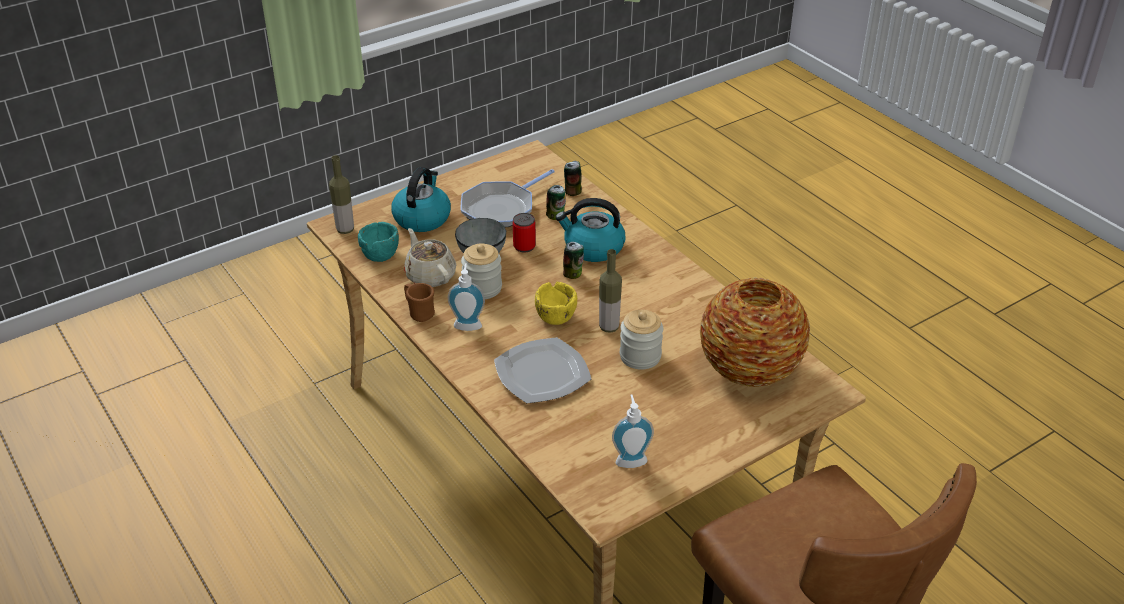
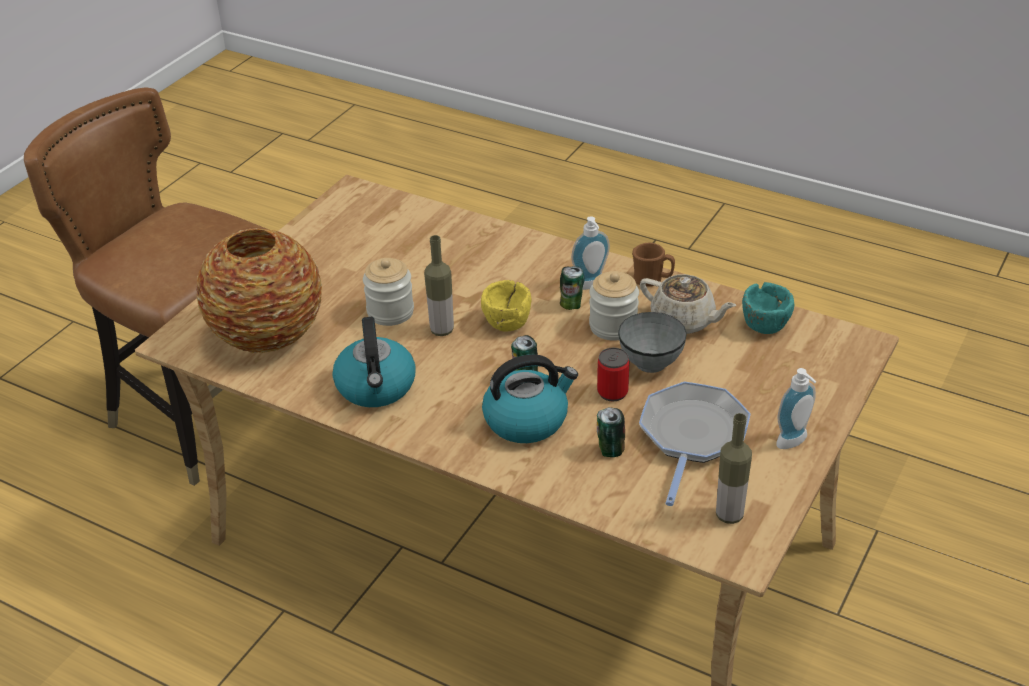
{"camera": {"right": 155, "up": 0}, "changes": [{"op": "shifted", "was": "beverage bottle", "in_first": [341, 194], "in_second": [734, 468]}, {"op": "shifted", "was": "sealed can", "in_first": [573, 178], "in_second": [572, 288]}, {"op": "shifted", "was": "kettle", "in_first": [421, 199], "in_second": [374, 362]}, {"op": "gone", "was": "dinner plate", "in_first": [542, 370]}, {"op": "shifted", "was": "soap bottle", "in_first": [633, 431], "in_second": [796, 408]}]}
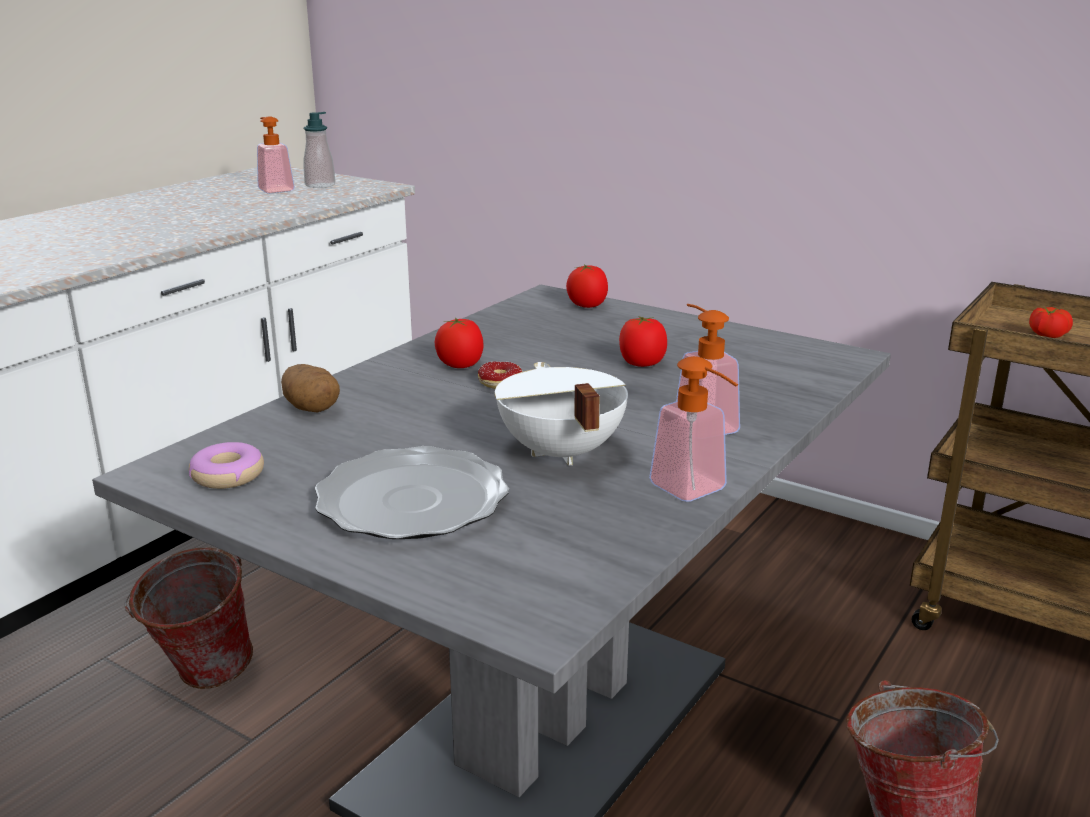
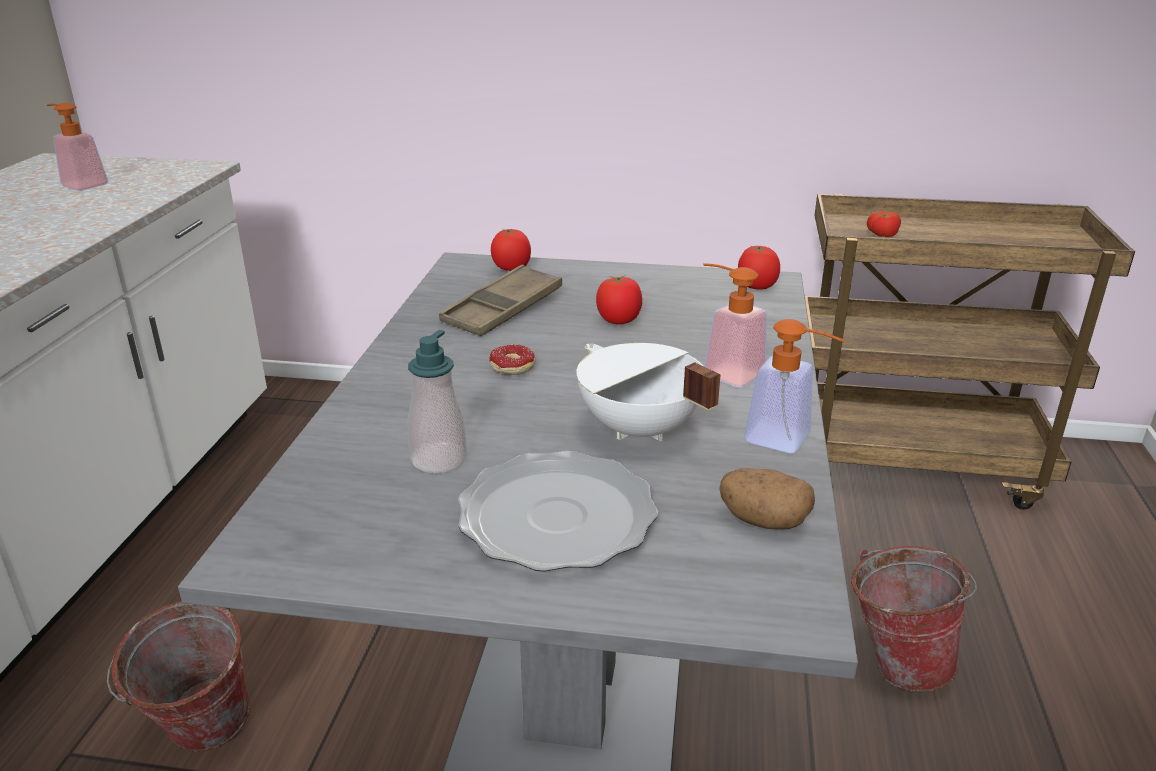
{"camera": {"right": -25, "up": 5}, "changes": [{"op": "shifted", "was": "soap bottle", "in_first": [319, 150], "in_second": [437, 402]}, {"op": "shifted", "was": "fresh tomato", "in_first": [458, 342], "in_second": [759, 267]}, {"op": "shifted", "was": "whole potato", "in_first": [310, 388], "in_second": [767, 499]}, {"op": "gone", "was": "ring doughnut", "in_first": [226, 465]}, {"op": "new", "now": "brownish serving tray", "in_second": [500, 300]}]}
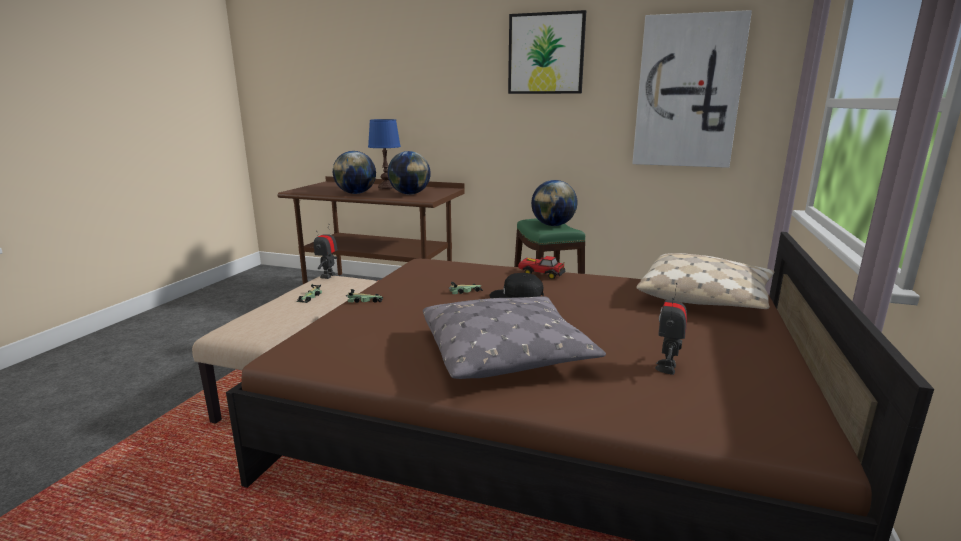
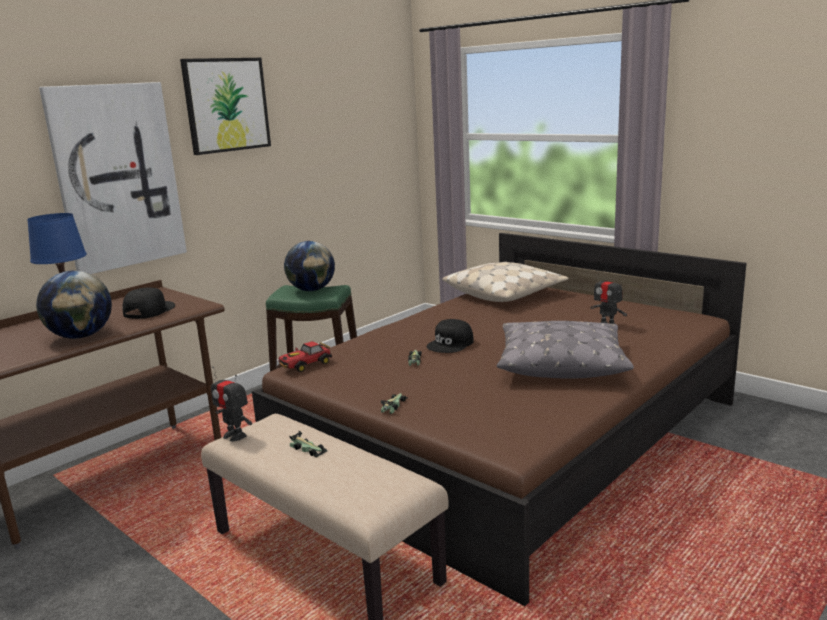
{"camera": {"right": -65, "up": 0}, "changes": [{"op": "shifted", "was": "wall art", "in_first": [692, 89], "in_second": [113, 178]}, {"op": "swapped", "was": "globe", "now": "blackish baseball cap", "in_first": [409, 173], "in_second": [148, 303]}, {"op": "shifted", "was": "miniature car", "in_first": [541, 267], "in_second": [305, 356]}]}
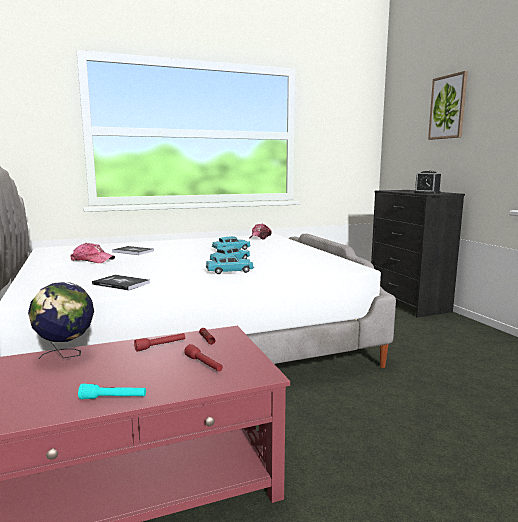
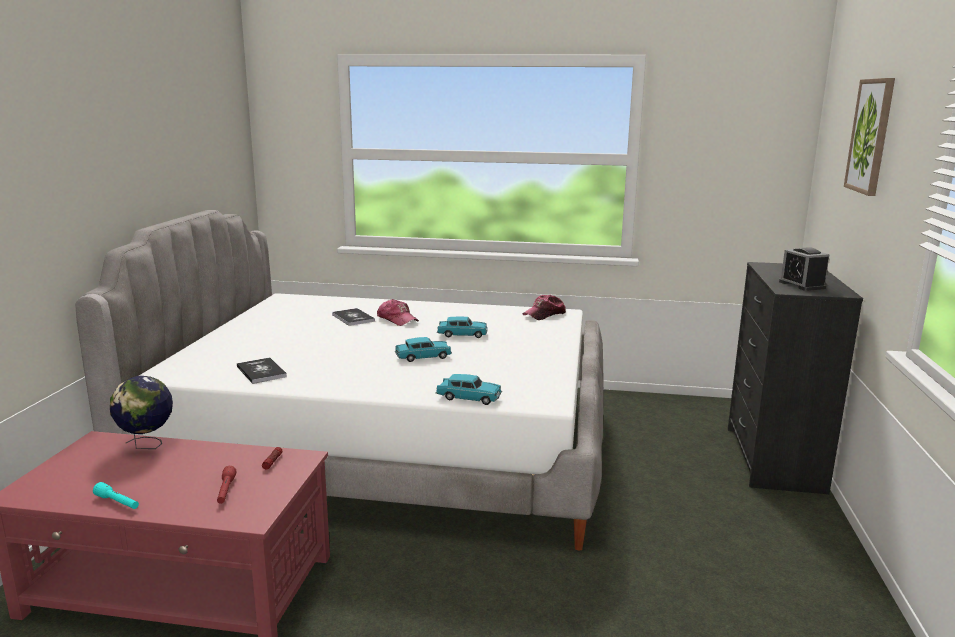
{"camera": {"right": 30, "up": 5}, "changes": [{"op": "shifted", "was": "baseball cap", "in_first": [93, 253], "in_second": [398, 312]}, {"op": "shifted", "was": "blue-green miniature car", "in_first": [230, 264], "in_second": [469, 389]}, {"op": "gone", "was": "reddish flashlight", "in_first": [159, 342]}]}
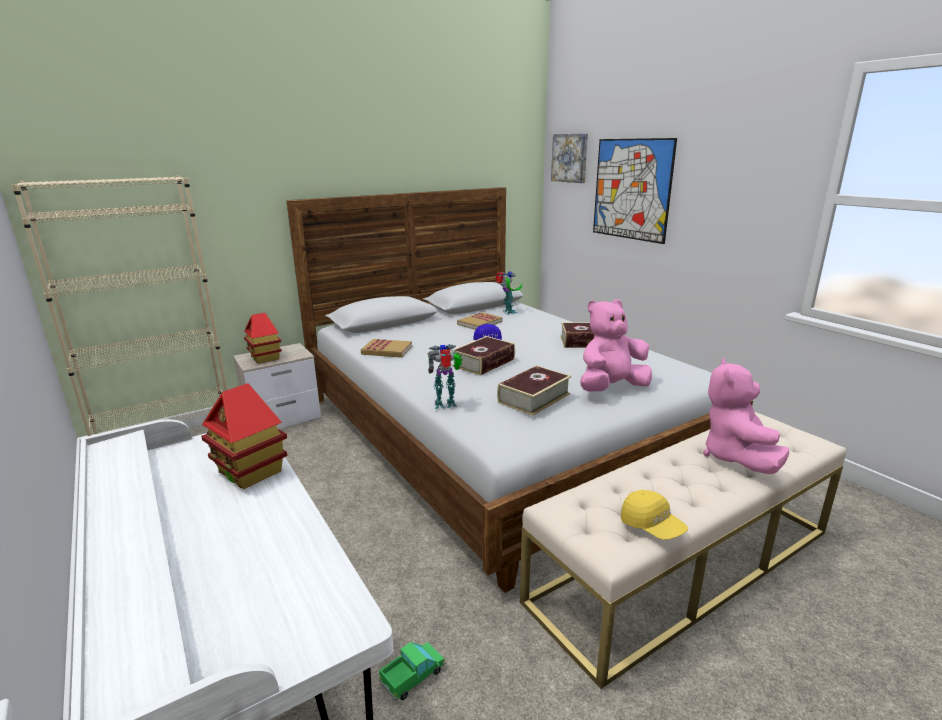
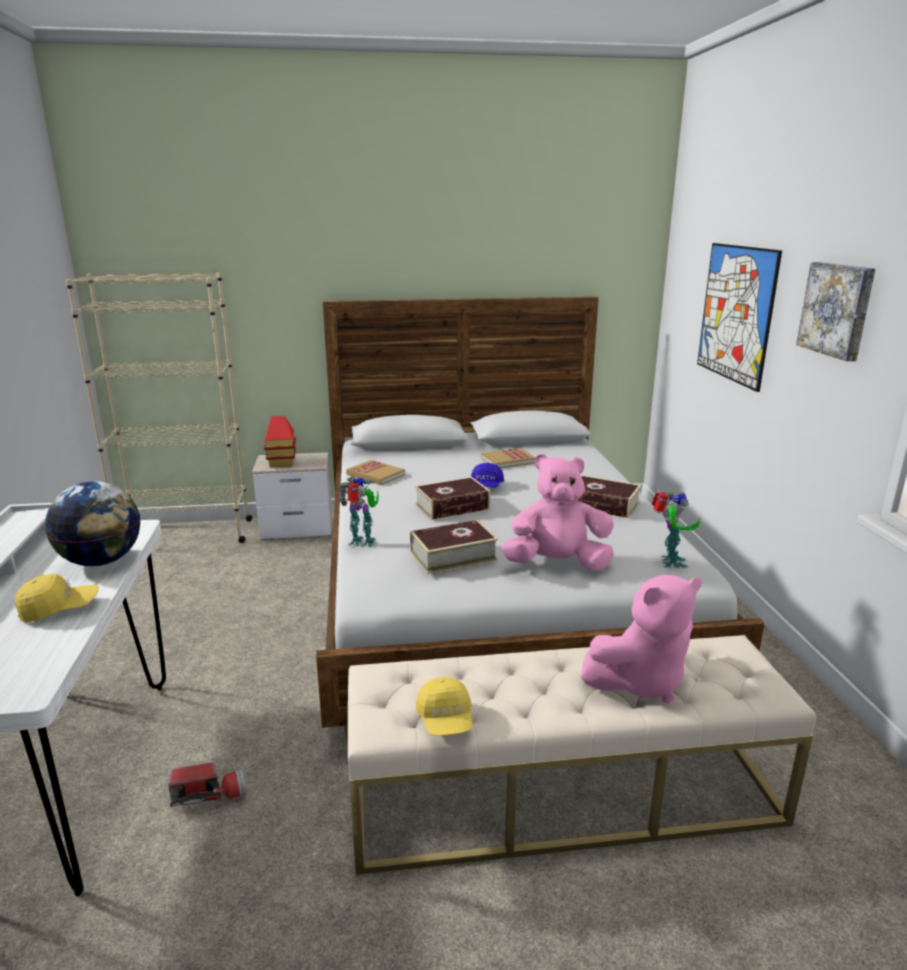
{"camera": {"right": 25, "up": 0}, "changes": [{"op": "shifted", "was": "wall art", "in_first": [569, 158], "in_second": [835, 311]}, {"op": "shifted", "was": "robot figure", "in_first": [508, 293], "in_second": [676, 529]}, {"op": "rotated", "was": "pinkish plush toy", "in_first": [746, 416], "in_second": [641, 639], "clockwise": -150}, {"op": "swapped", "was": "model house", "now": "globe", "in_first": [244, 436], "in_second": [92, 523]}, {"op": "swapped", "was": "toy truck", "now": "flashlight", "in_first": [412, 671], "in_second": [207, 784]}, {"op": "new", "now": "yellowish baseball cap", "in_second": [57, 598]}]}
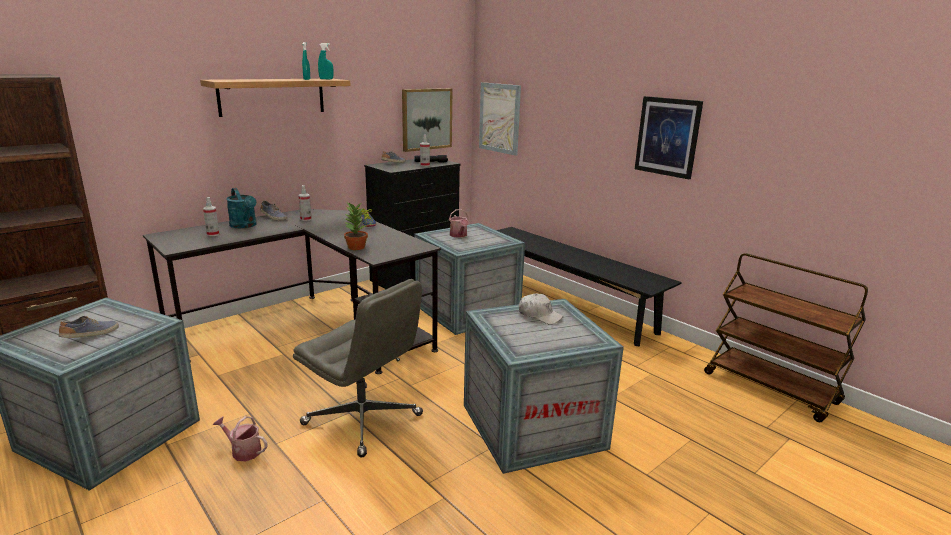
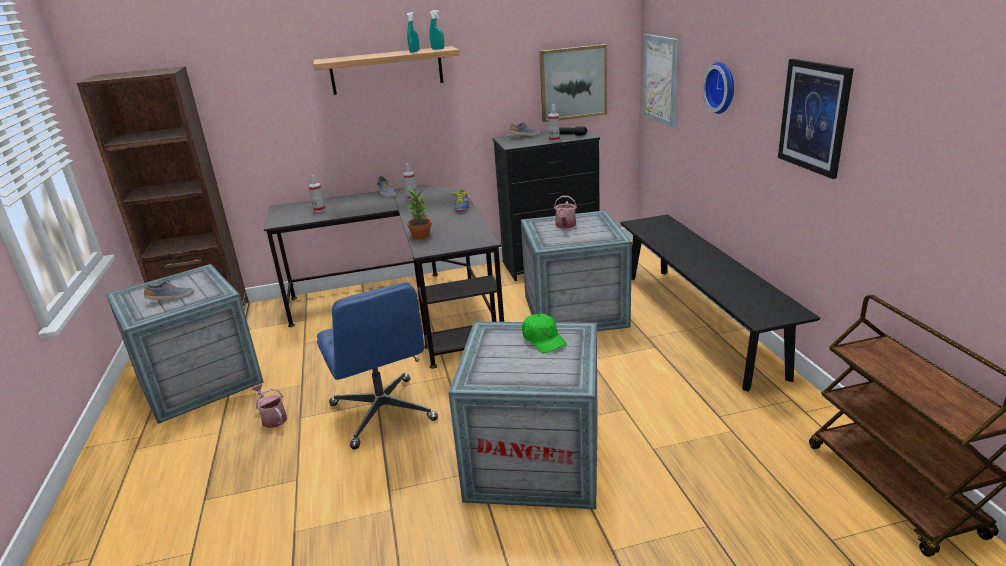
{"camera": {"right": 30, "up": 5}, "changes": [{"op": "gone", "was": "blue-green watering can", "in_first": [241, 208]}, {"op": "repainted", "was": "grey office chair", "now": "bluish office chair", "in_first": [358, 368], "in_second": [377, 365]}, {"op": "repainted", "was": "white-coloured baseball cap", "now": "green baseball cap", "in_first": [541, 309], "in_second": [544, 333]}, {"op": "new", "now": "clock on the wall", "in_second": [718, 88]}]}
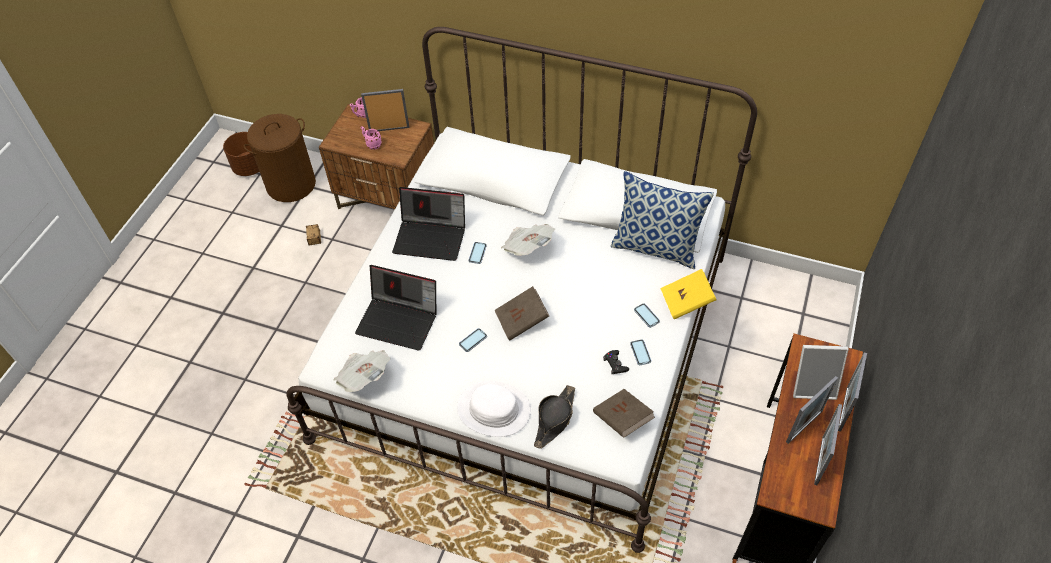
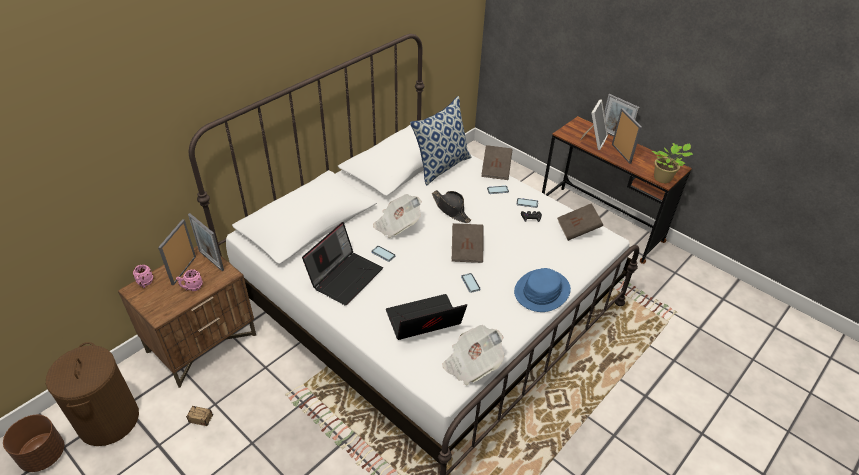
{"camera": {"right": -70, "up": -10}, "changes": [{"op": "rotated", "was": "portable computer", "in_first": [395, 308], "in_second": [426, 317], "clockwise": -150}, {"op": "repainted", "was": "yellowish volume", "now": "brownish volume", "in_first": [688, 294], "in_second": [496, 162]}, {"op": "repainted", "was": "white-coloured clothing hat", "now": "bluish clothing hat", "in_first": [494, 409], "in_second": [542, 290]}, {"op": "shifted", "was": "blackish clothing hat", "in_first": [554, 417], "in_second": [451, 206]}, {"op": "shifted", "was": "picture frame", "in_first": [828, 444], "in_second": [206, 242]}, {"op": "new", "now": "houseplant", "in_second": [672, 163]}]}
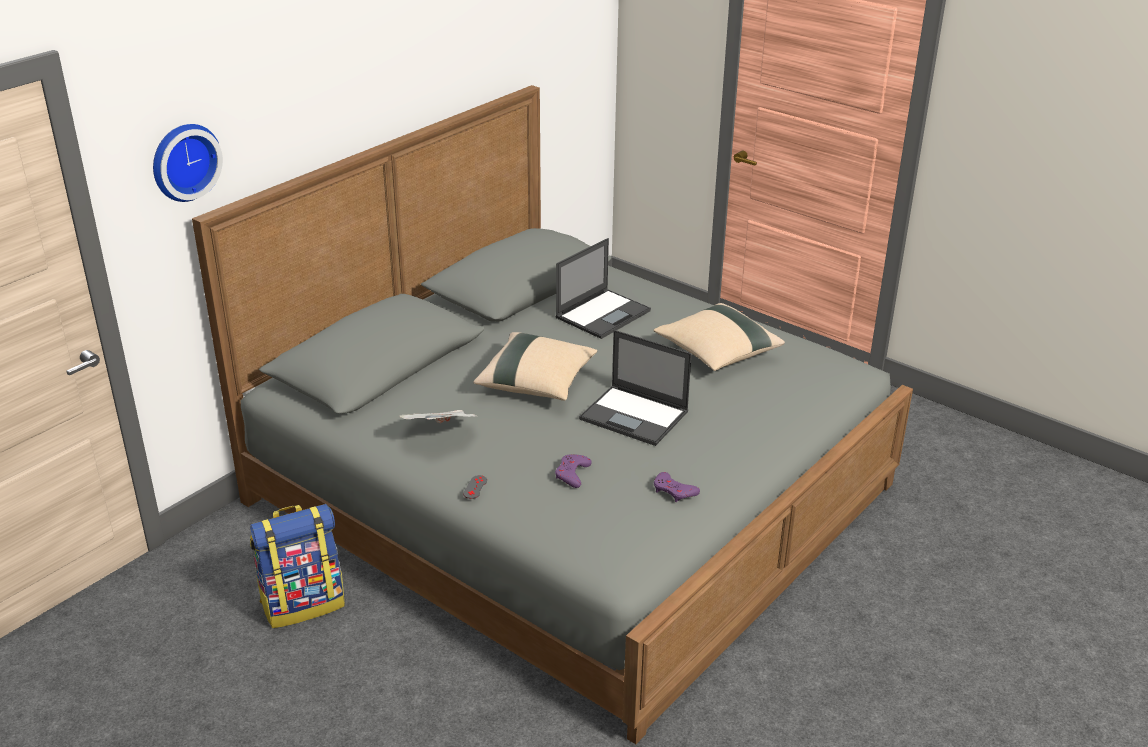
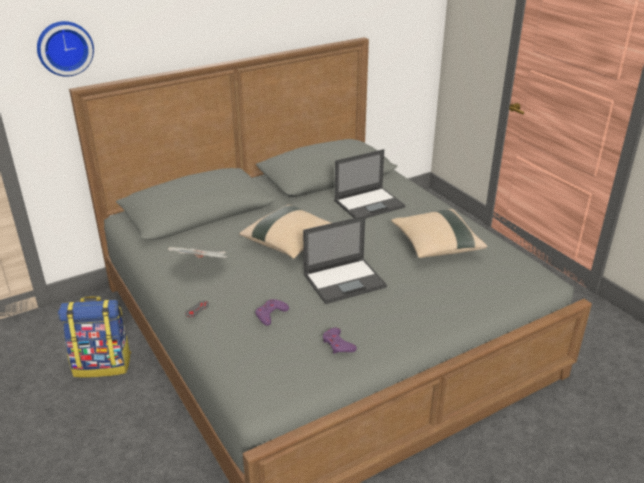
{"camera": {"right": 20, "up": 0}, "changes": [{"op": "rotated", "was": "portable computer", "in_first": [635, 388], "in_second": [345, 260], "clockwise": -75}]}
